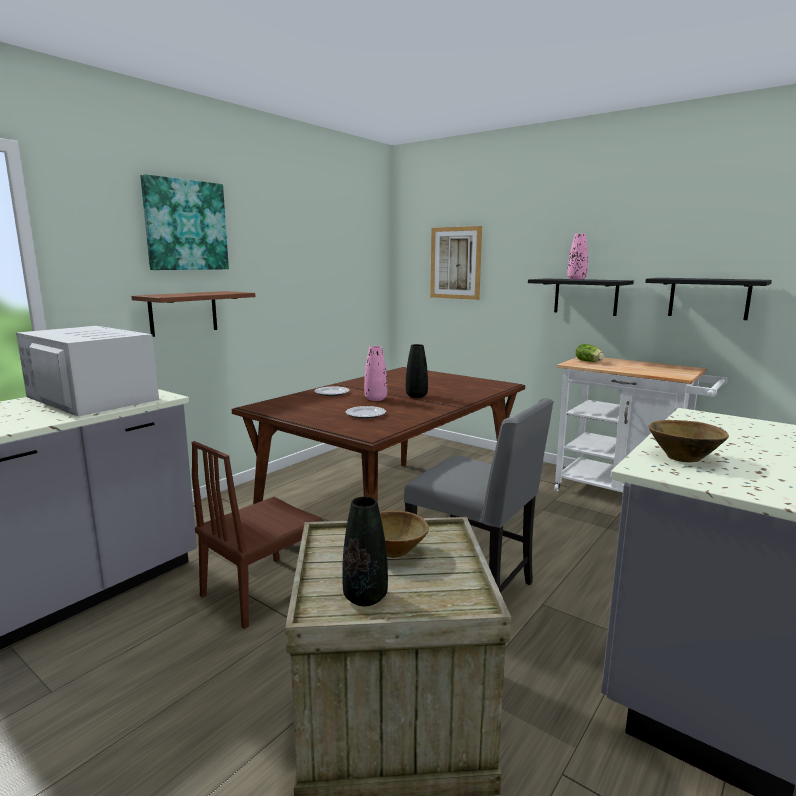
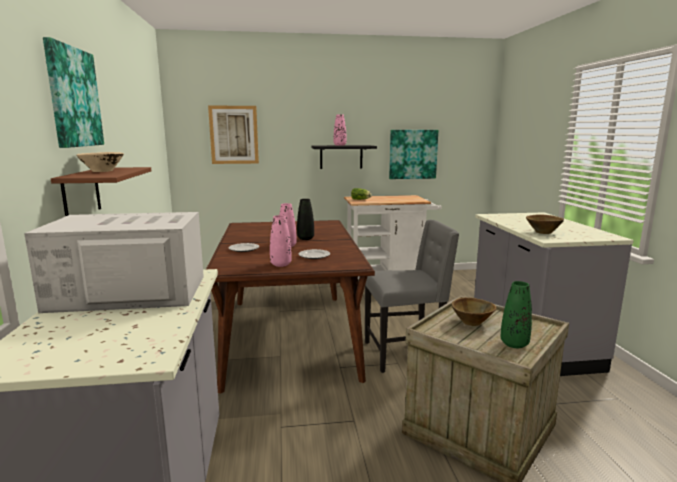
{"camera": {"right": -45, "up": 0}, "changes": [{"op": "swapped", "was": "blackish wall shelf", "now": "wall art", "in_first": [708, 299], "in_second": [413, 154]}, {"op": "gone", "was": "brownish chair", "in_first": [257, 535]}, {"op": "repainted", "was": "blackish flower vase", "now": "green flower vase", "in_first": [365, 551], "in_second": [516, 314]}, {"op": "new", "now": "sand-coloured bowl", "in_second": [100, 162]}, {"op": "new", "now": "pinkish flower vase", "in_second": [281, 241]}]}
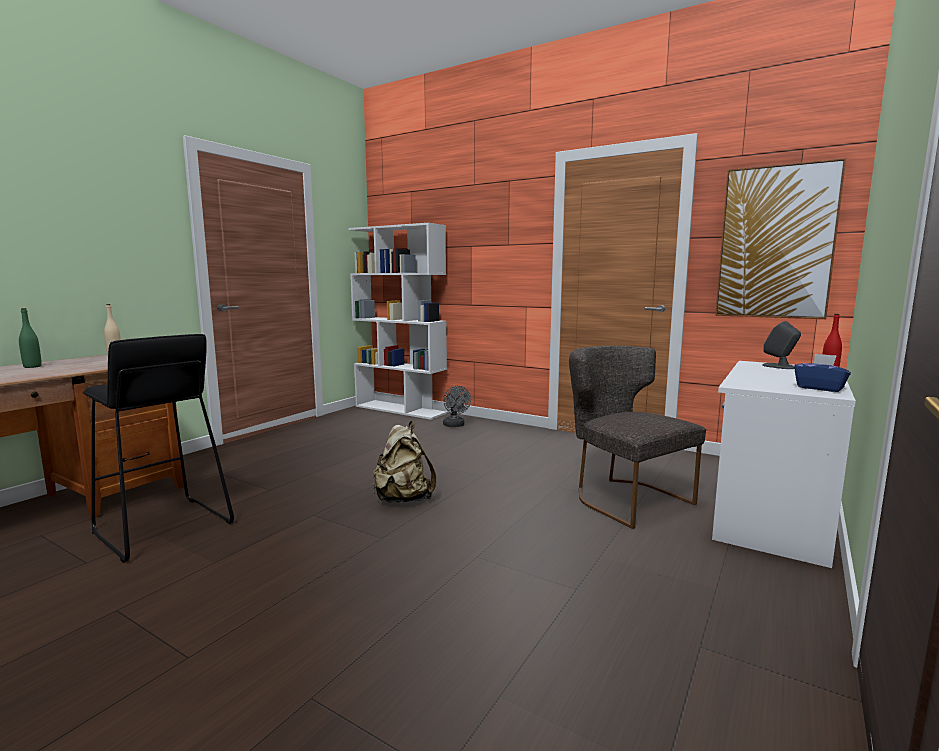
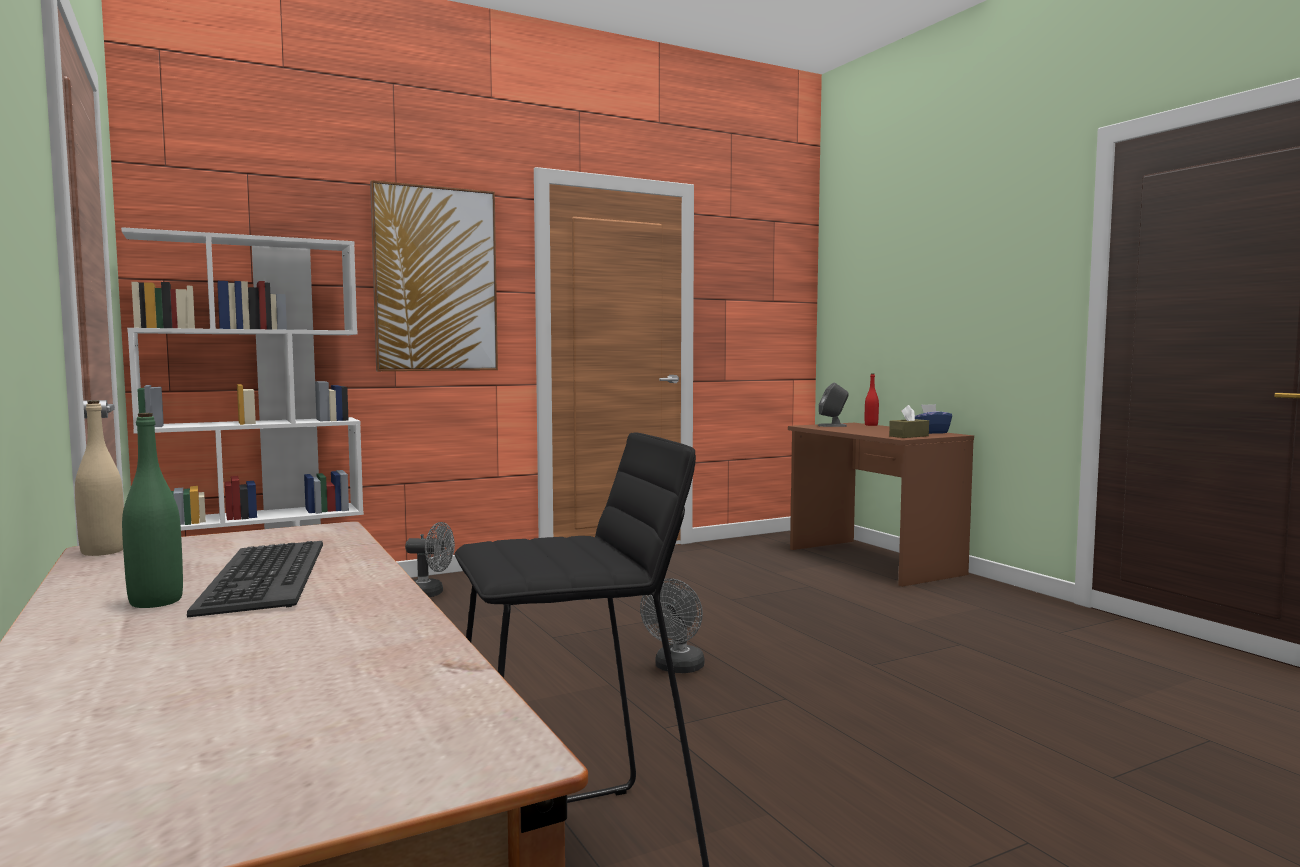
{"camera": {"right": -60, "up": -5}, "changes": [{"op": "shifted", "was": "wall art", "in_first": [780, 238], "in_second": [434, 275]}, {"op": "gone", "was": "grey chair", "in_first": [637, 437]}, {"op": "repainted", "was": "white-coloured desk table", "now": "brownish desk table", "in_first": [784, 464], "in_second": [881, 505]}, {"op": "swapped", "was": "sand-coloured backpack", "now": "grey cooling fan", "in_first": [404, 462], "in_second": [672, 625]}, {"op": "new", "now": "brownish tissue holder", "in_second": [909, 421]}, {"op": "new", "now": "PC keyboard", "in_second": [255, 579]}]}
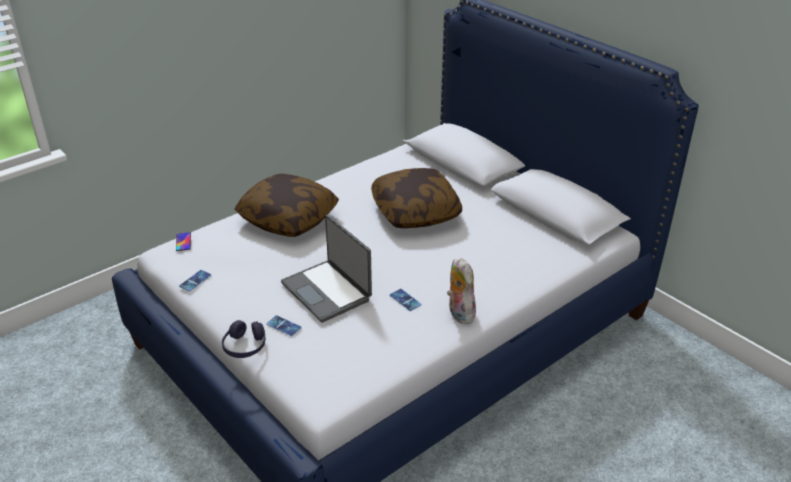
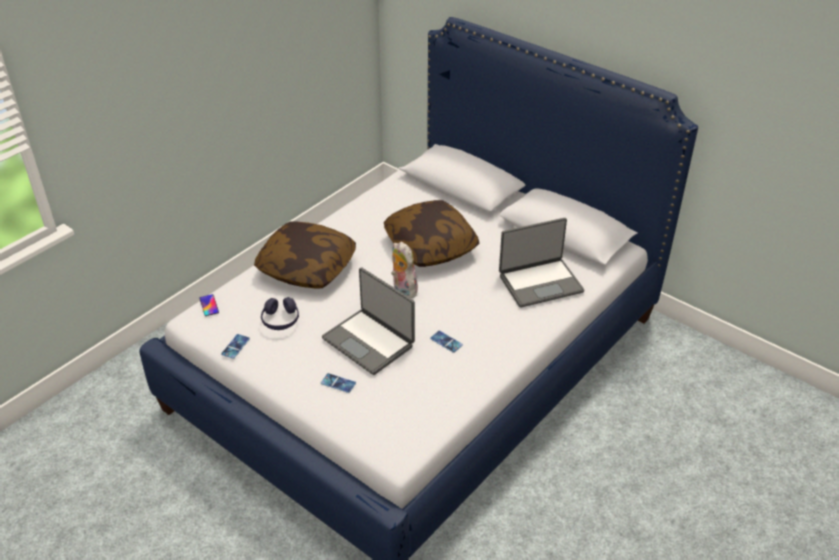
{"camera": {"right": -10, "up": 5}, "changes": [{"op": "shifted", "was": "plush toy", "in_first": [461, 291], "in_second": [404, 270]}, {"op": "shifted", "was": "purplish headphones", "in_first": [243, 339], "in_second": [280, 313]}, {"op": "new", "now": "portable computer", "in_second": [541, 263]}]}
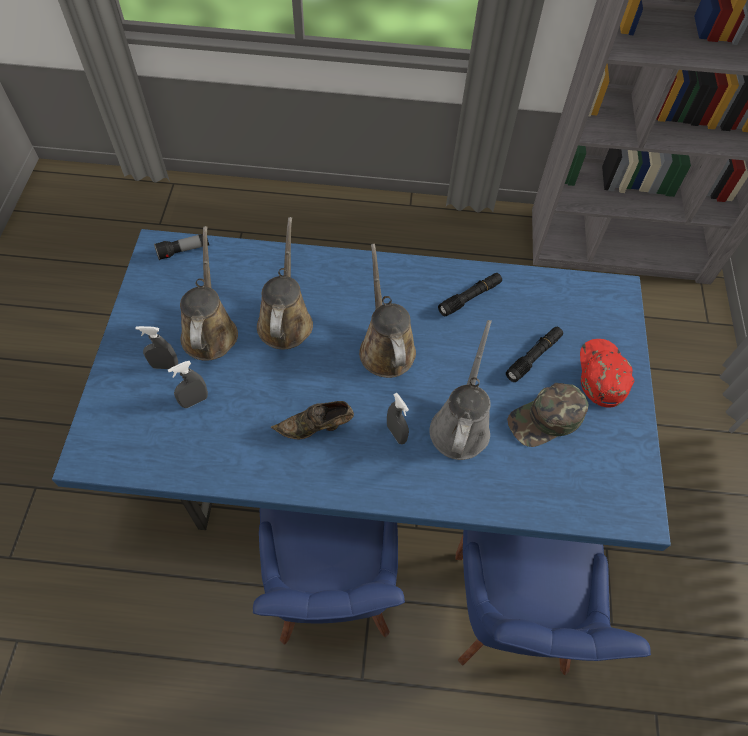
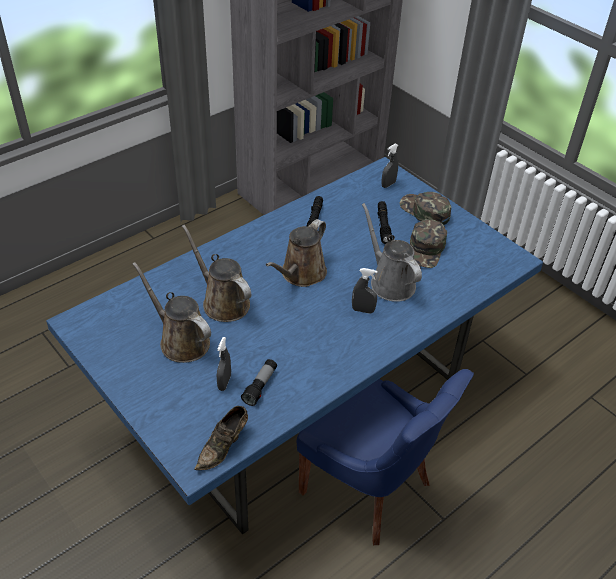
{"camera": {"right": -45, "up": -15}, "changes": [{"op": "shifted", "was": "flashlight", "in_first": [181, 247], "in_second": [259, 382]}, {"op": "rotated", "was": "brownish watering can", "in_first": [387, 311], "in_second": [296, 253], "clockwise": -90}, {"op": "shifted", "was": "grey spray bottle", "in_first": [157, 347], "in_second": [389, 165]}, {"op": "repainted", "was": "reddish baseball cap", "now": "green baseball cap", "in_first": [607, 373], "in_second": [425, 208]}, {"op": "shifted", "was": "brownish low shoe", "in_first": [312, 420], "in_second": [221, 438]}, {"op": "gone", "was": "bluish chair", "in_first": [553, 602]}]}
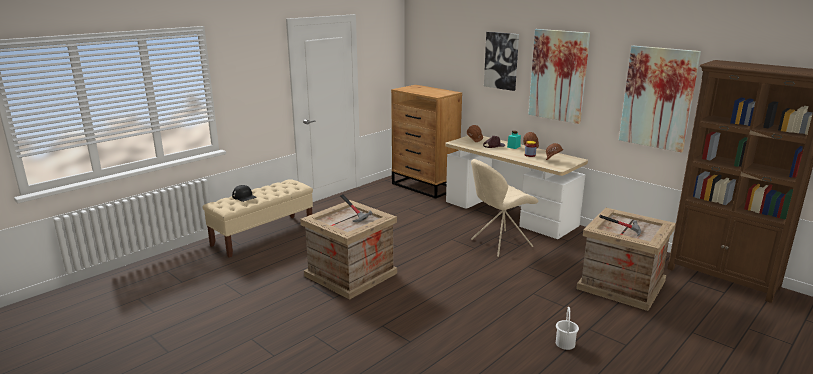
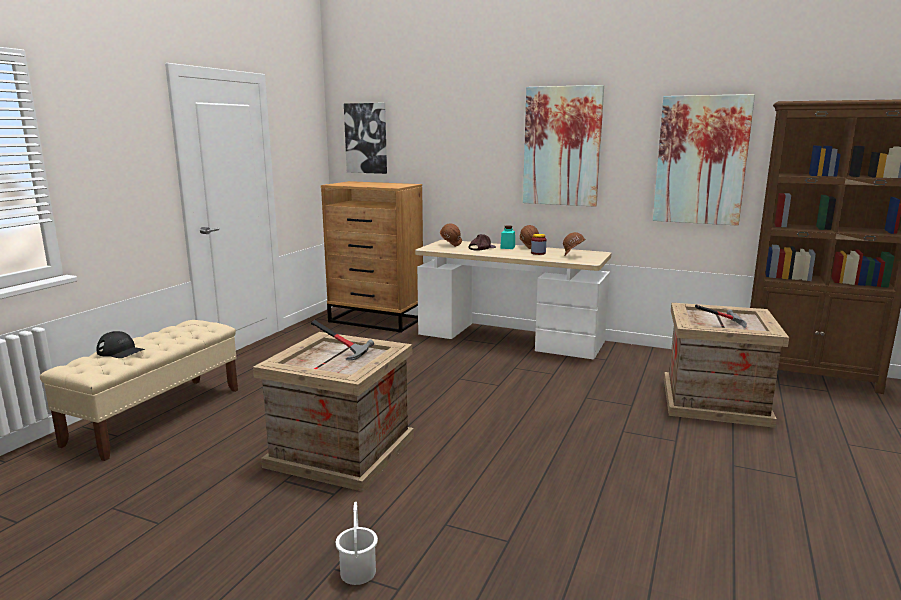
{"camera": {"right": -20, "up": -5}, "changes": [{"op": "shifted", "was": "wall art", "in_first": [501, 61], "in_second": [365, 138]}, {"op": "gone", "was": "sand-coloured chair", "in_first": [504, 208]}, {"op": "shifted", "was": "white-coloured water bucket", "in_first": [567, 328], "in_second": [357, 543]}]}
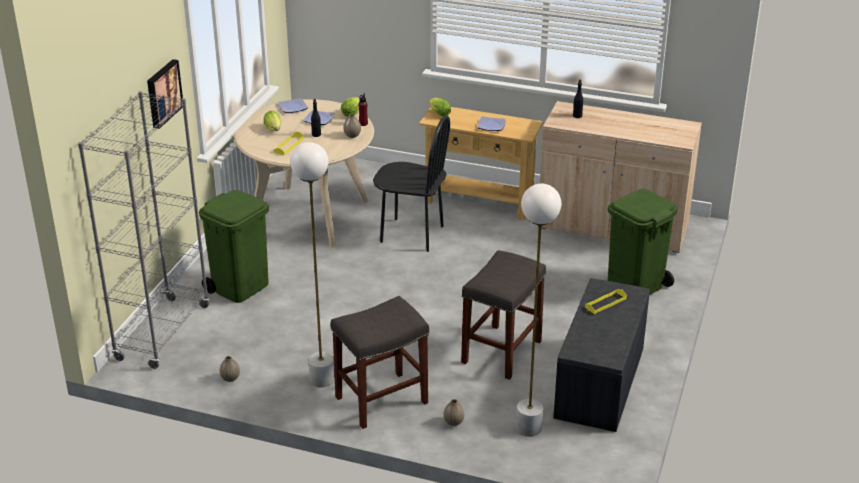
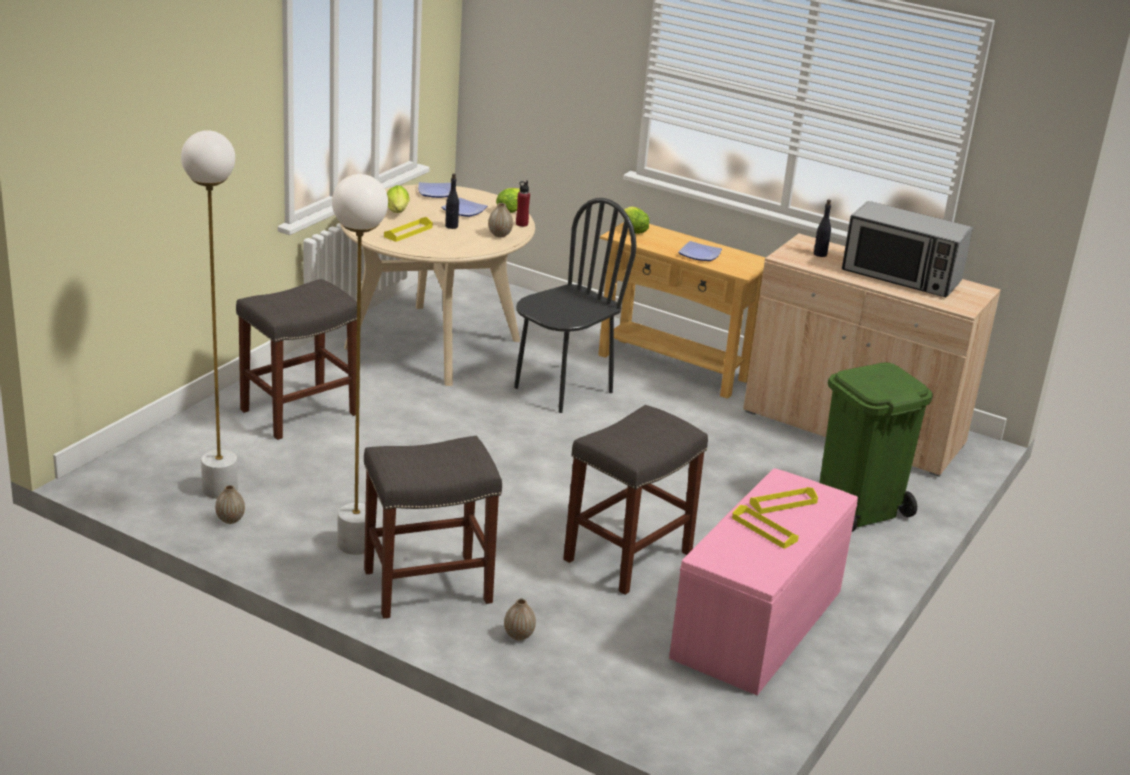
{"camera": {"right": 10, "up": -5}, "changes": [{"op": "gone", "was": "wall art", "in_first": [165, 94]}, {"op": "gone", "was": "grey bookcase", "in_first": [144, 230]}, {"op": "rotated", "was": "blackish chair", "in_first": [411, 183], "in_second": [575, 305], "clockwise": -75}, {"op": "shifted", "was": "white-coloured floor lamp", "in_first": [539, 310], "in_second": [209, 314]}, {"op": "swapped", "was": "green rubbish bin", "now": "grey sitting stool", "in_first": [234, 246], "in_second": [296, 359]}, {"op": "repainted", "was": "grey indoor bench", "now": "pinkish indoor bench", "in_first": [601, 355], "in_second": [763, 581]}, {"op": "new", "now": "microwave", "in_second": [907, 249]}, {"op": "new", "now": "yellowish serving tray", "in_second": [765, 527]}]}
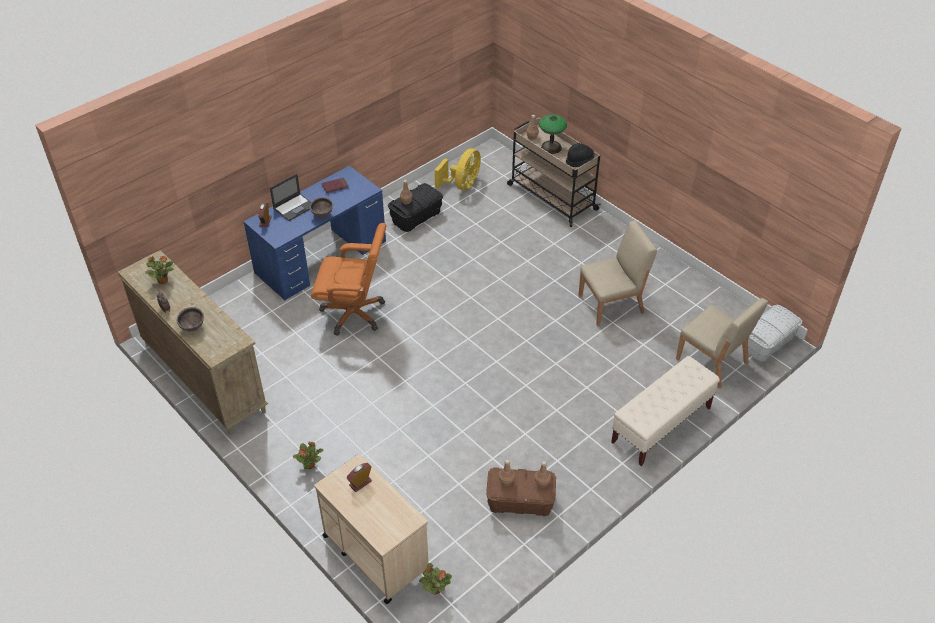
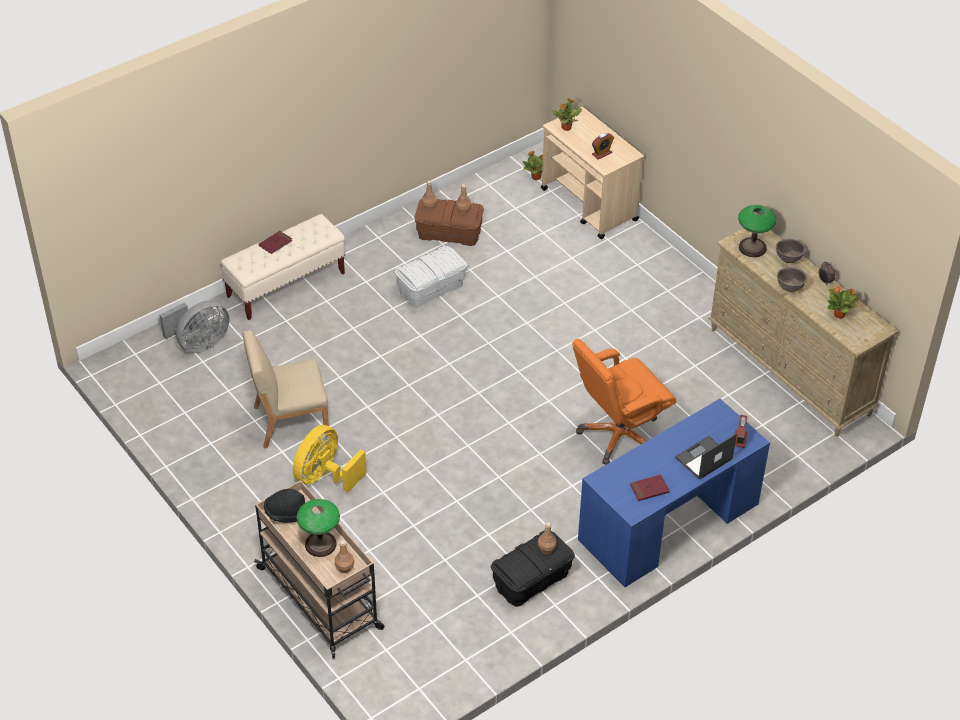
{"camera": {"right": -175, "up": 0}, "changes": [{"op": "shifted", "was": "yellowish cooling fan", "in_first": [457, 169], "in_second": [330, 459]}, {"op": "shifted", "was": "brownish bowl", "in_first": [321, 207], "in_second": [792, 279]}, {"op": "rotated", "was": "orange-coloured office chair", "in_first": [348, 279], "in_second": [624, 402], "clockwise": -45}, {"op": "swapped", "was": "sand-coloured chair", "now": "grey cooling fan", "in_first": [722, 343], "in_second": [195, 326]}, {"op": "shifted", "was": "white-coloured storage bin", "in_first": [772, 333], "in_second": [431, 277]}, {"op": "shifted", "was": "houseplant", "in_first": [308, 455], "in_second": [567, 114]}, {"op": "new", "now": "tabletop lamp", "in_second": [757, 231]}, {"op": "new", "now": "reddish volume", "in_second": [276, 242]}]}
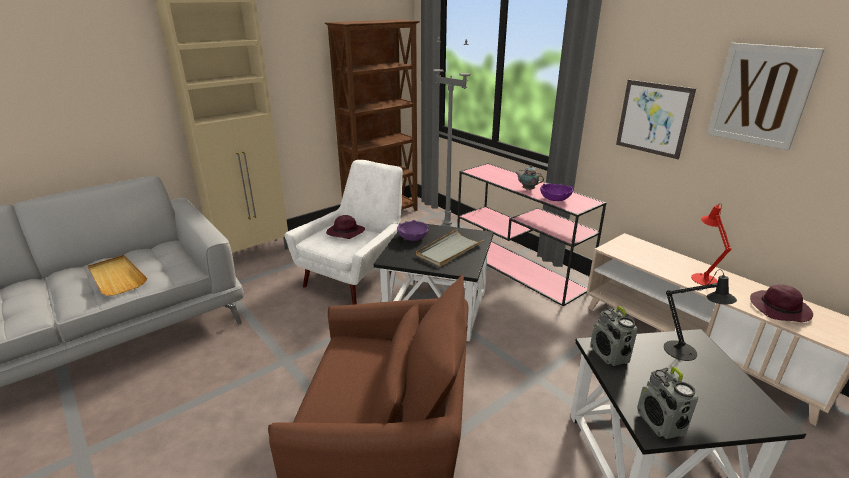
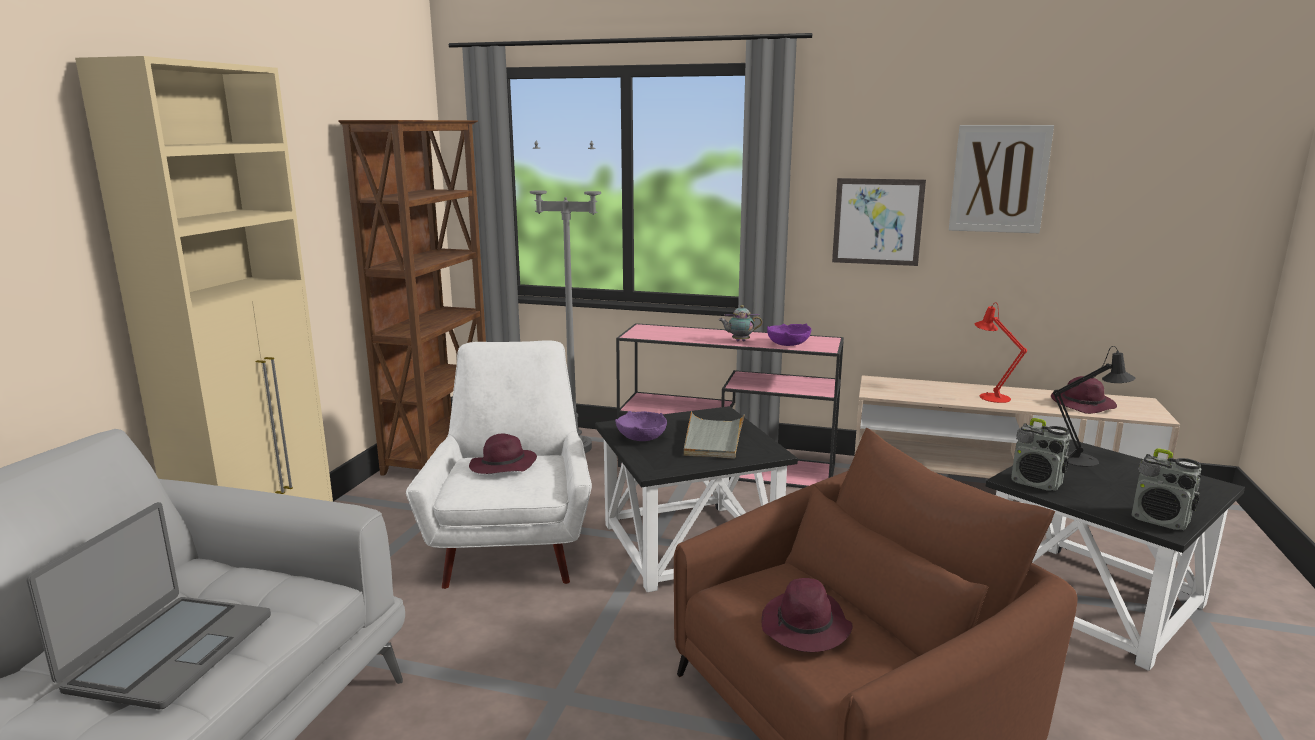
{"camera": {"right": -35, "up": -10}, "changes": [{"op": "swapped", "was": "sand-coloured serving tray", "now": "portable computer", "in_first": [117, 275], "in_second": [148, 605]}, {"op": "new", "now": "purplish clothing hat", "in_second": [807, 615]}]}
